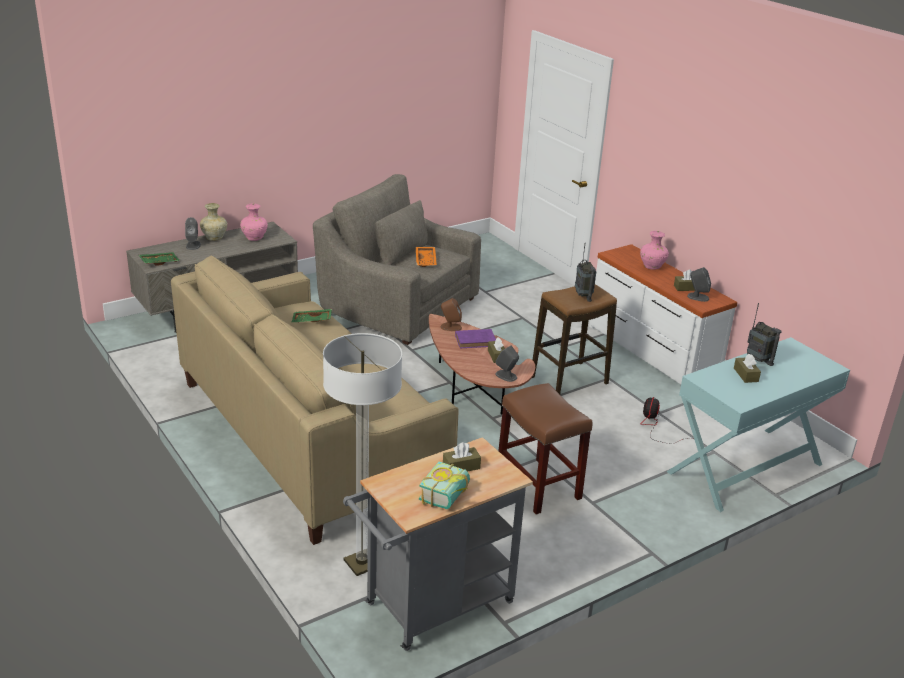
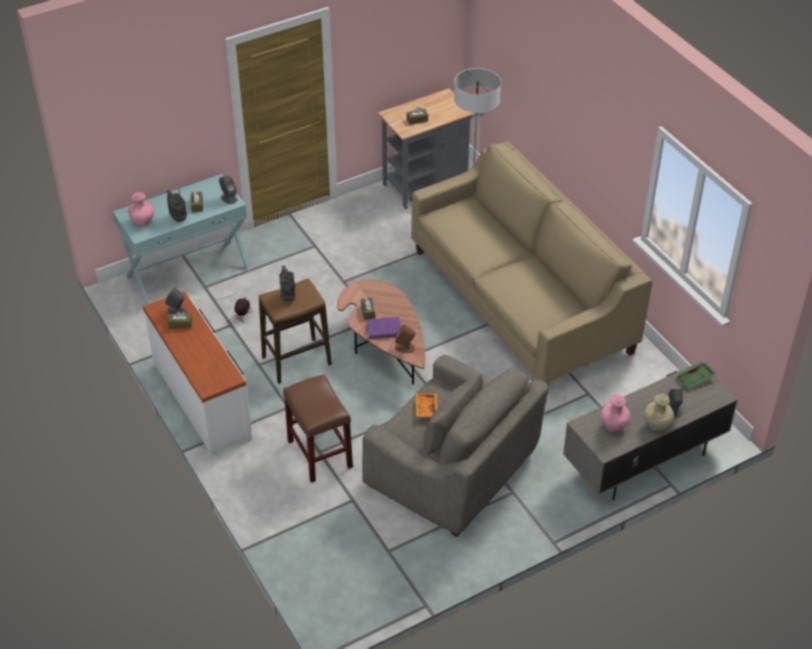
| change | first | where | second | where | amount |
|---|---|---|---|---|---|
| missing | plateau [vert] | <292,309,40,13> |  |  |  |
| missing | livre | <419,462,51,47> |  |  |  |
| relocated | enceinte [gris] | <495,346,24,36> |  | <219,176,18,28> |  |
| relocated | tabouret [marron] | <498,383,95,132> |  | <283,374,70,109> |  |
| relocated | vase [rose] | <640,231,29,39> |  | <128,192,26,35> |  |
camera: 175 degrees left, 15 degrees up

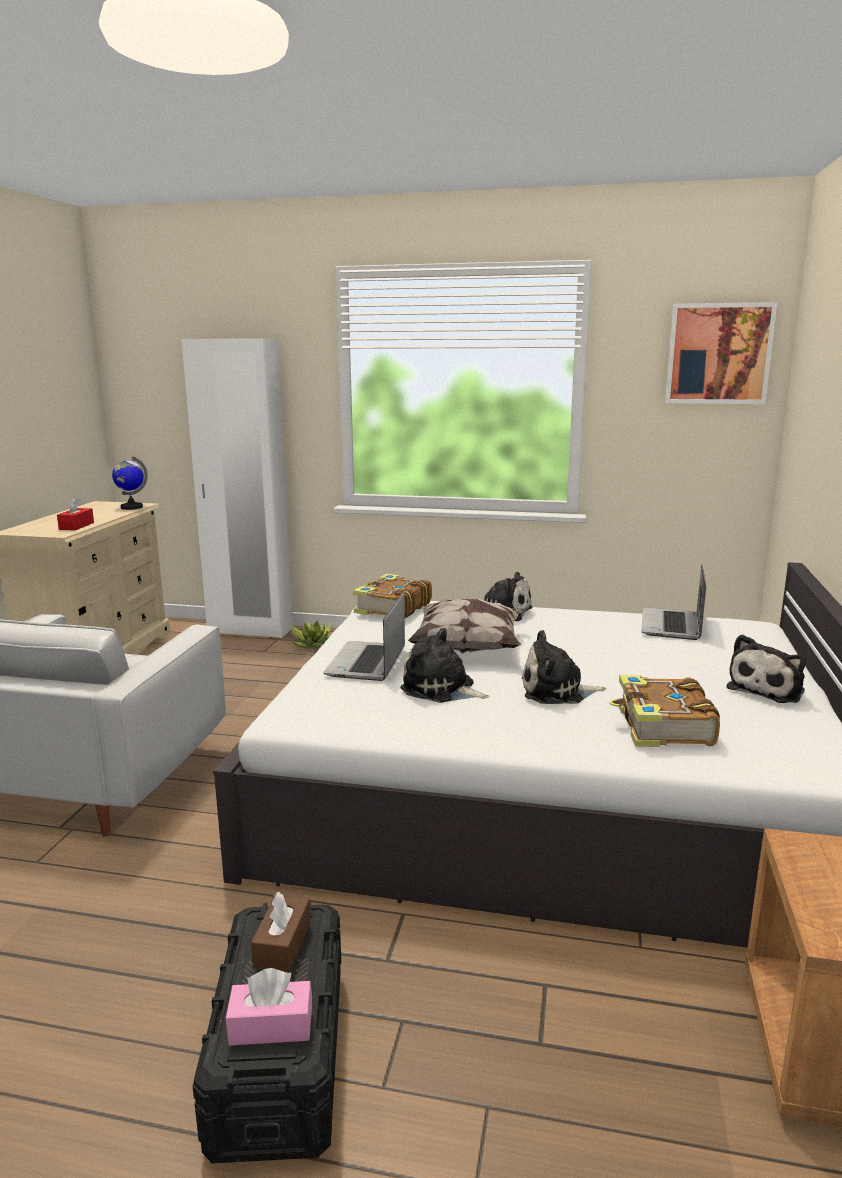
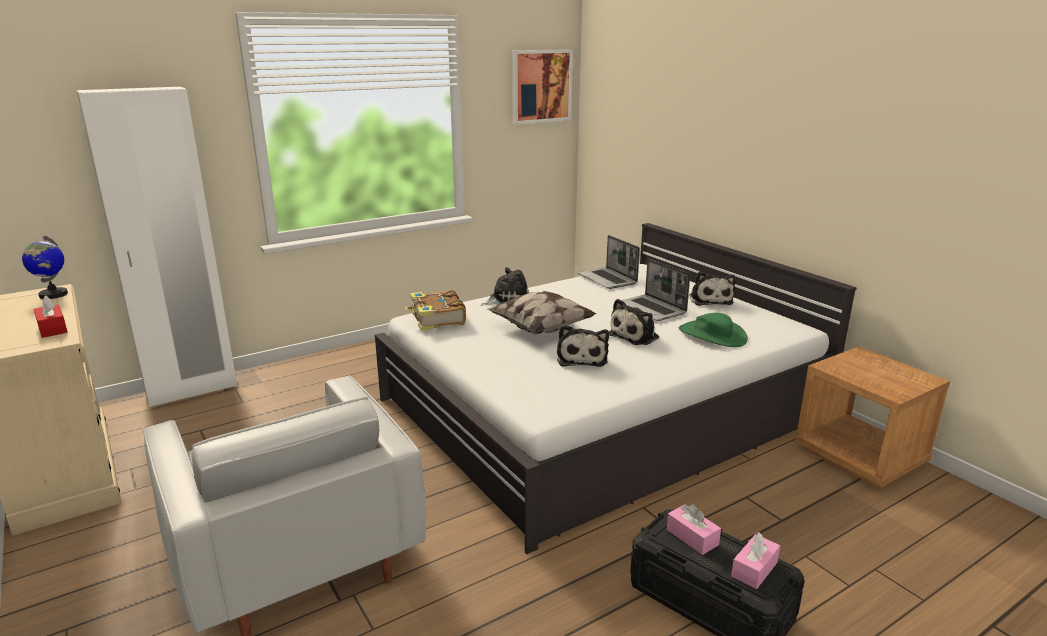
| change | first | where | second | where | amount |
|---|---|---|---|---|---|
| missing | plante en pot | <290,620,42,28> |  |  |  |
| relocated | ordinateur portable | <323,592,82,89> |  | <621,259,69,62> |  |
| exchanged | livre | <610,675,110,72> | chapeau [vert] | <679,313,69,34> |  |
| colour | boîte à mouchoirs [marron] | <251,892,59,81> | boîte à mouchoirs [rose] | <667,504,54,51> |  |
| spun | peluche | <400,628,89,75> |  | <557,325,52,42> | 75 degrees counterclockwise |
camera: 45 degrees left, 5 degrees up

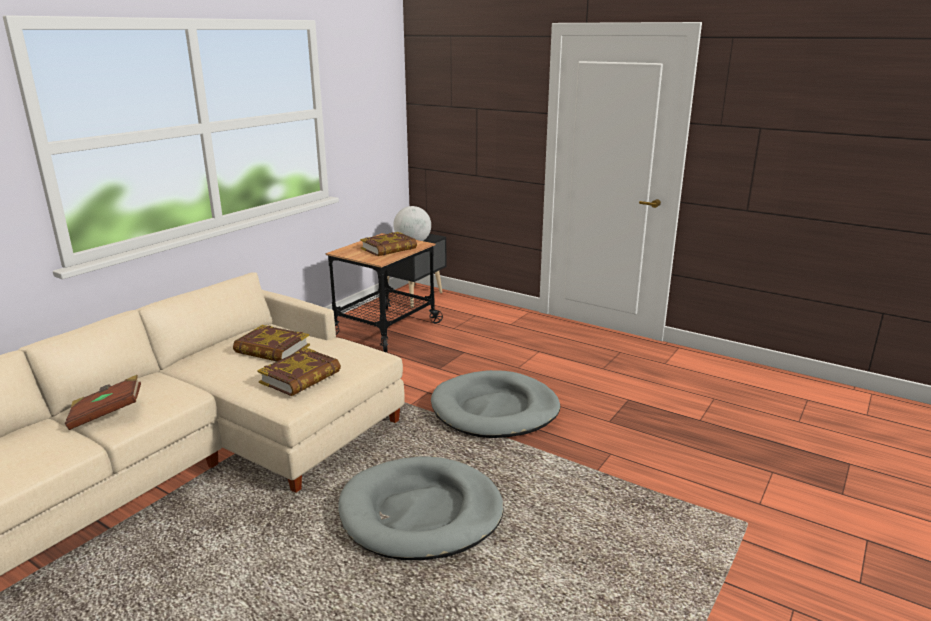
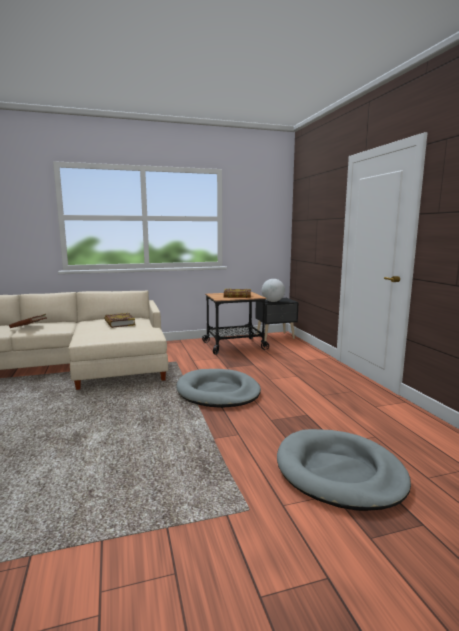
| change | first | where | second | where | amount |
|---|---|---|---|---|---|
| missing | livre | <257,348,84,48> |  |  |  |
| relocated | panier pour chien [gris] | <338,456,166,104> |  | <277,429,134,82> |  |
camera: 40 degrees right, 10 degrees down

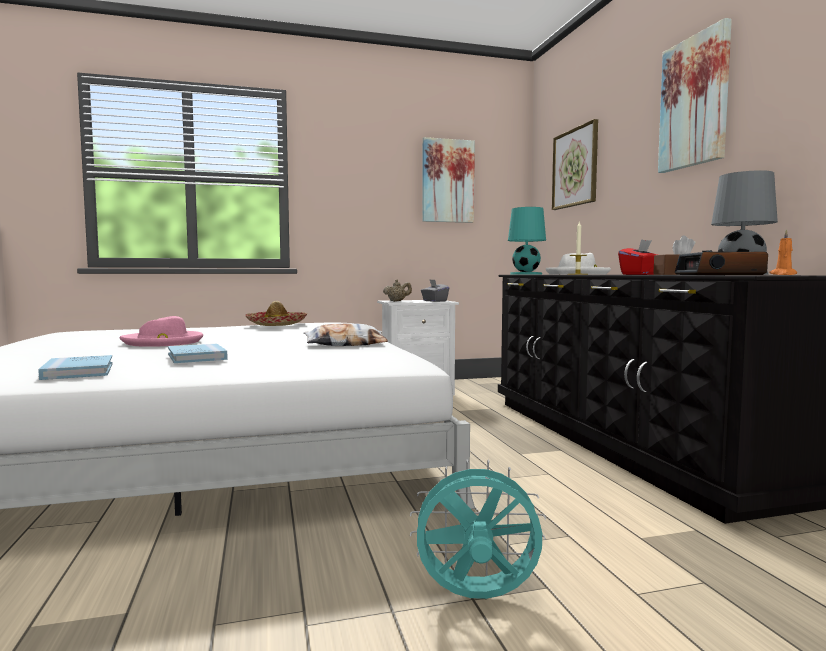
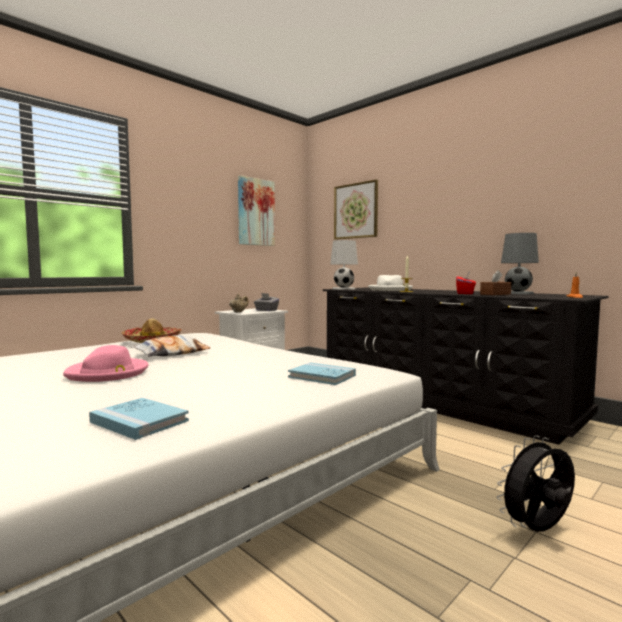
| change | first | where | second | where | amount |
|---|---|---|---|---|---|
| missing | tableau | <658,18,74,155> |  |  |  |
| missing | réveil | <675,250,93,25> |  |  |  |
| relocated | livre [bleu] | <168,344,60,19> |  | <288,363,68,22> |  |
| relocated | coussin | <304,323,84,23> |  | <131,335,79,22> |  |
| colour | ventilateur [turquoise] | <410,459,136,140> | ventilateur [noir] | <497,435,78,97> |  |
| colour | lampe de table [turquoise] | <508,207,38,67> | lampe de table [blanc] | <330,240,28,50> |  |
camera: 30 degrees left, 0 degrees up

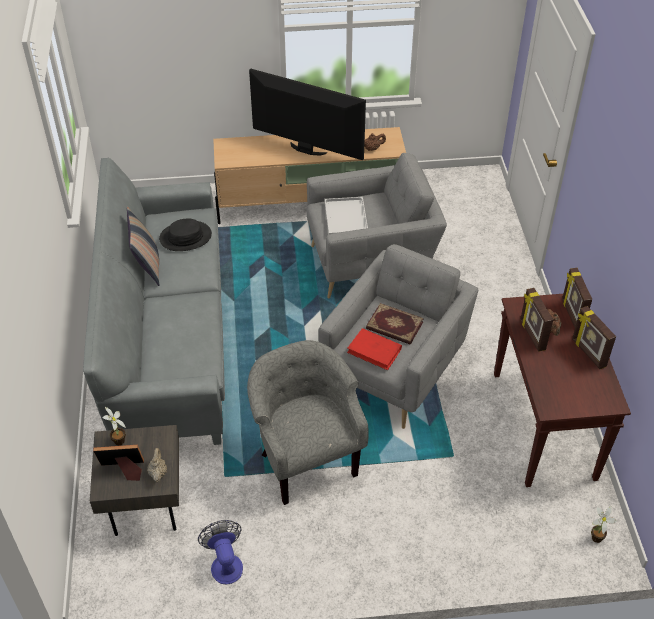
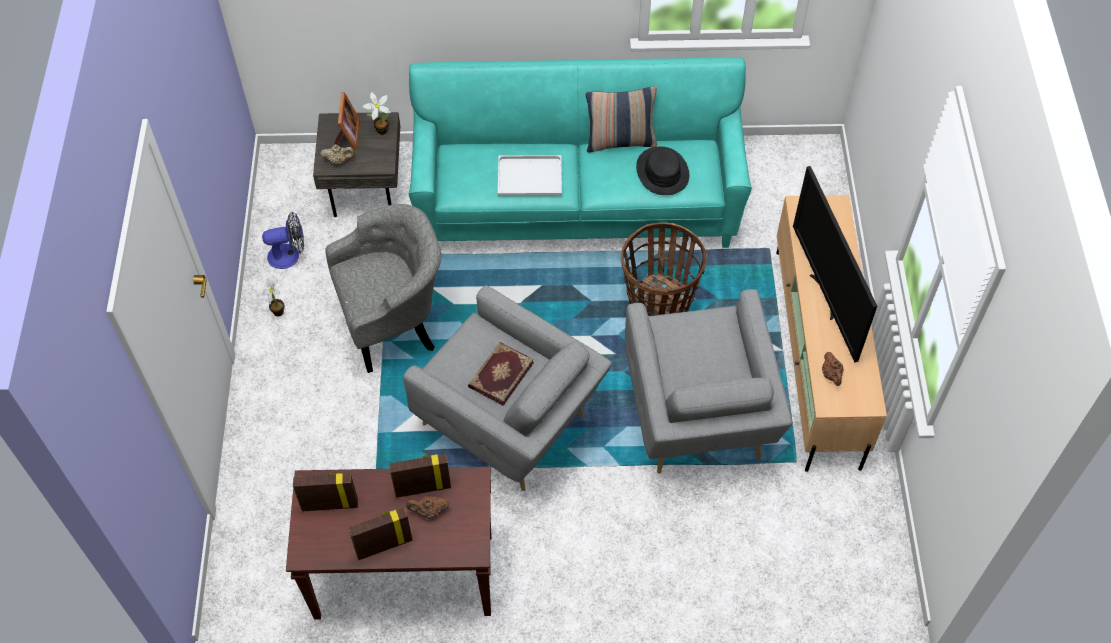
| change | first | where | second | where | amount |
|---|---|---|---|---|---|
| missing | livre [rouge] | <347,328,55,43> |  |  |  |
| appeared |  |  | panier | <621,222,86,94> |  |
| relocated | plateau [blanc] | <325,197,43,37> |  | <498,155,64,41> |  |
| relocated | cadre photo | <562,268,30,59> |  | <293,472,65,39> |  |
| relocated | plante en pot | <591,506,26,37> |  | <262,278,23,38> |  |
| colour | canapé [gris] | <83,158,142,287> | canapé [turquoise] | <409,57,343,191> |  |
| spun | téléviseur | <249,68,117,92> |  | <793,166,84,196> | 135 degrees clockwise |
camera: 95 degrees right, 10 degrees up

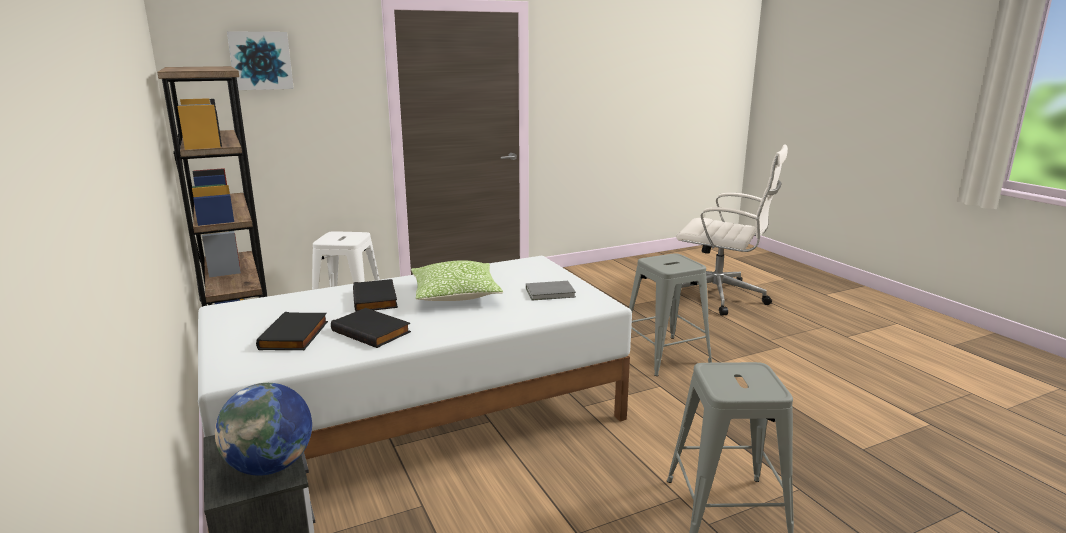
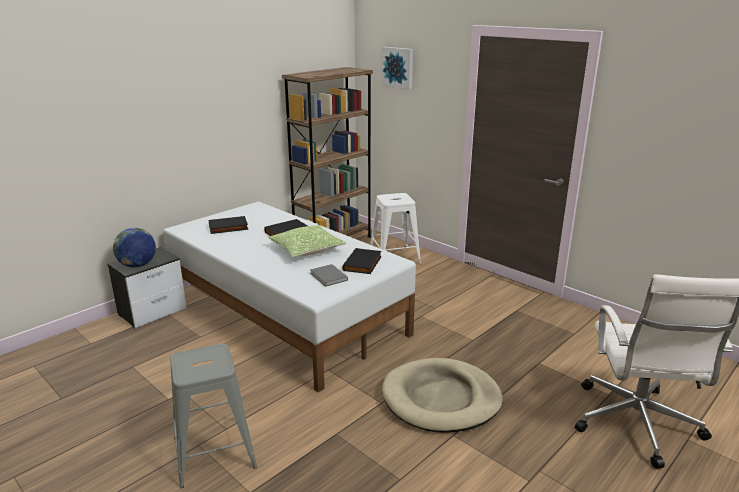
| change | first | where | second | where | amount |
|---|---|---|---|---|---|
| relocated | livre [noir] | <331,308,80,40> |  | <343,248,39,26> |  |
| exchanged | tabouret [gris] | <629,253,83,123> | panier pour chien [beige] | <382,358,121,75> |  |
camera: 70 degrees right, 5 degrees up

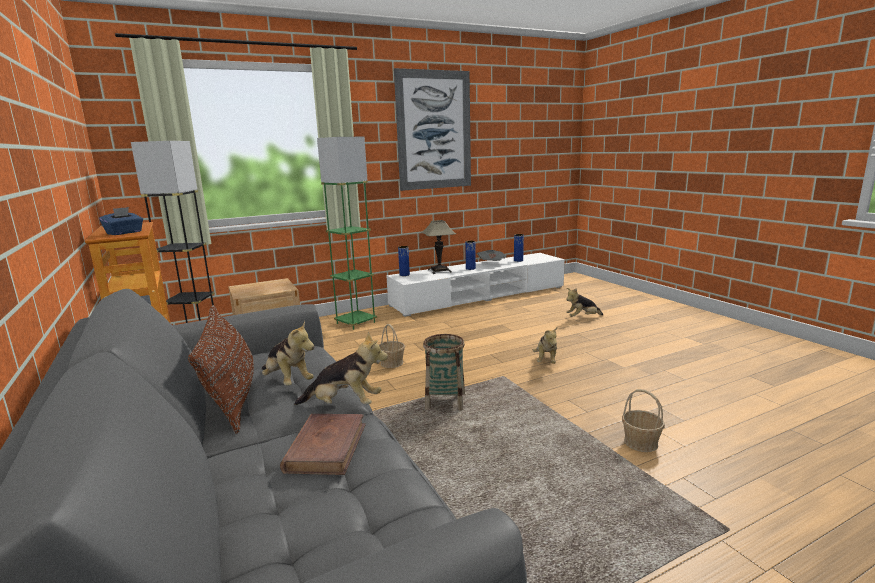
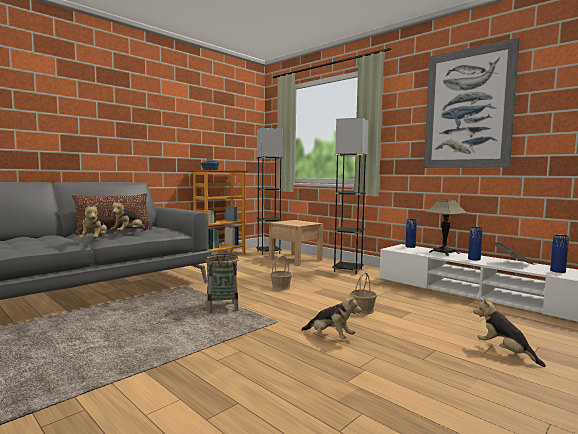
| change | first | where | second | where | amount |
|---|---|---|---|---|---|
| missing | livre [marron] | <280,414,86,61> |  |  |  |
| relocated | panier | <622,389,43,63> |  | <350,272,27,42> |  |
| colour | lampadaire [vert] | <317,137,60,193> | lampadaire [gris] | <332,118,37,156> |  |
| spun | peluche | <533,327,25,37> |  | <301,292,60,47> | 135 degrees counterclockwise |
camera: 70 degrees right, 10 degrees down

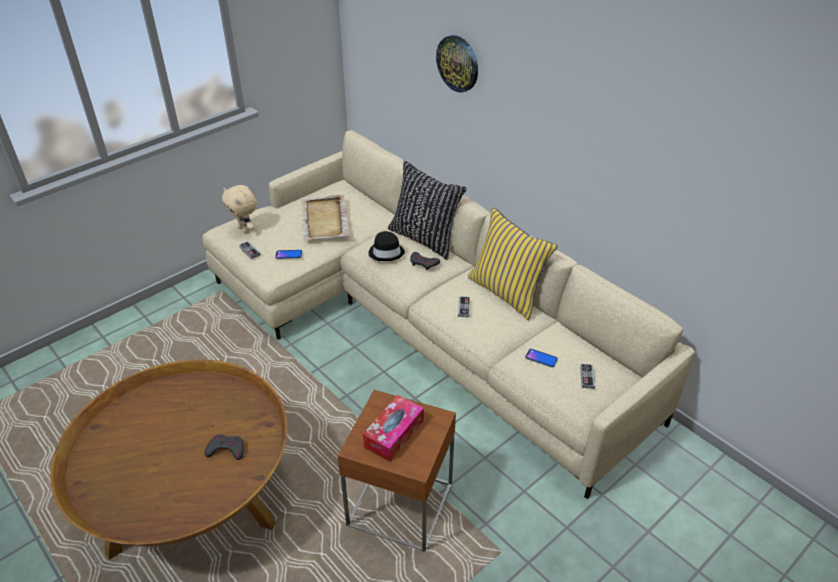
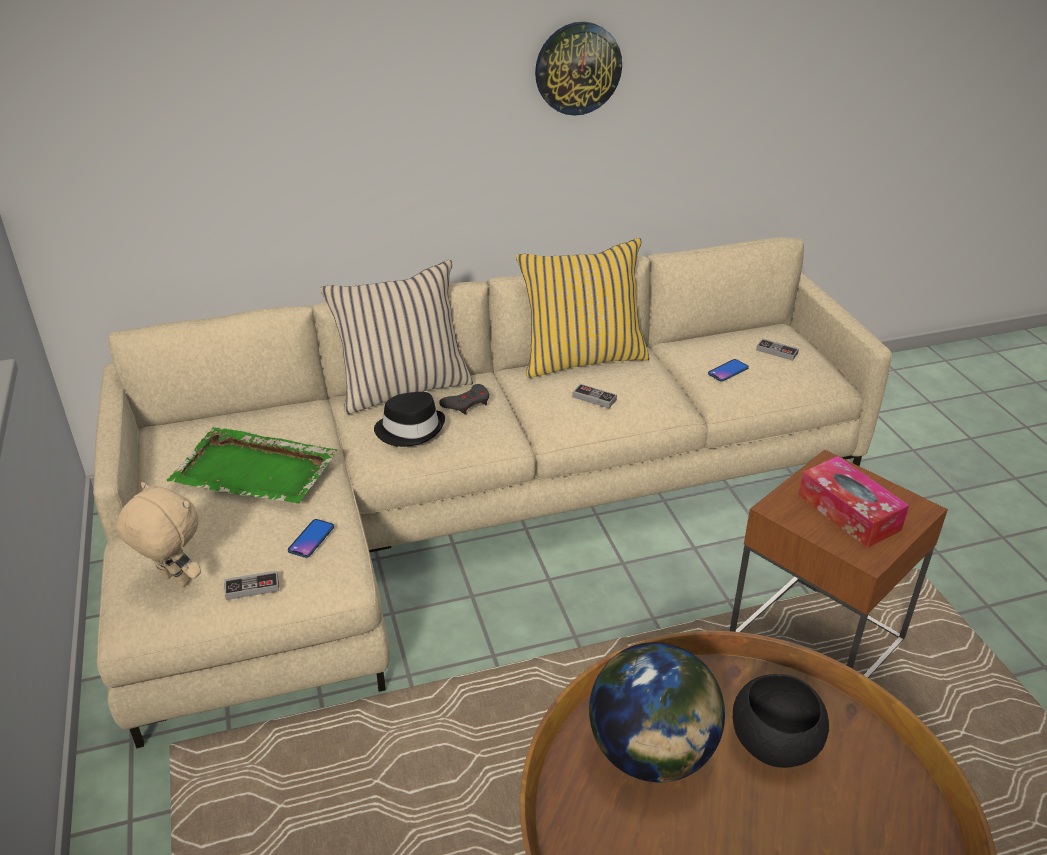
| change | first | where | second | where | amount |
|---|---|---|---|---|---|
| appeared |  |  | globe | <589,642,136,140> |  |
| relocated | horloge murale | <436,35,42,58> |  | <535,22,87,94> |  |
| exchanged | manette [gris] | <205,435,39,25> | bol [noir] | <733,674,96,94> |  |
| colour | plateau [beige] | <301,194,49,46> | plateau [vert] | <167,427,171,76> |  |
| colour | coussin [noir] | <388,161,79,99> | coussin [beige] | <320,260,153,154> |  |
| spun | peluche [beige] | <222,185,35,49> |  | <116,482,85,105> | 135 degrees counterclockwise |
camera: 65 degrees left, 5 degrees down

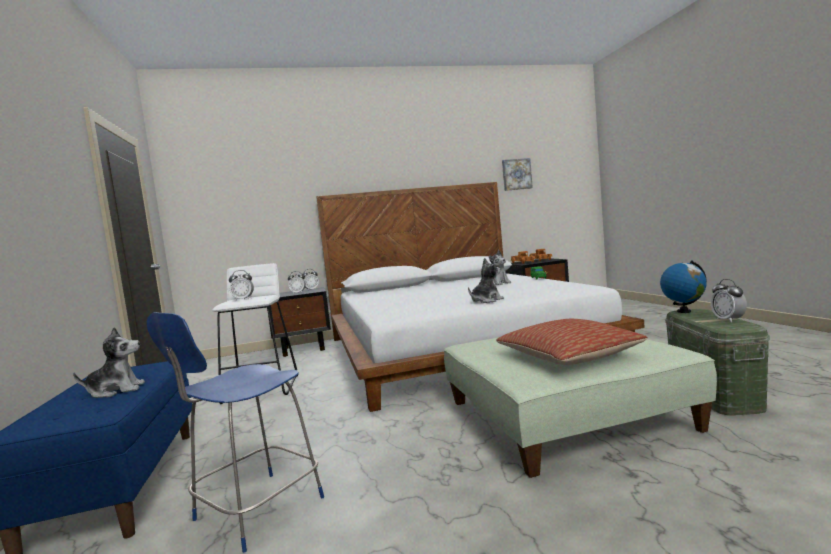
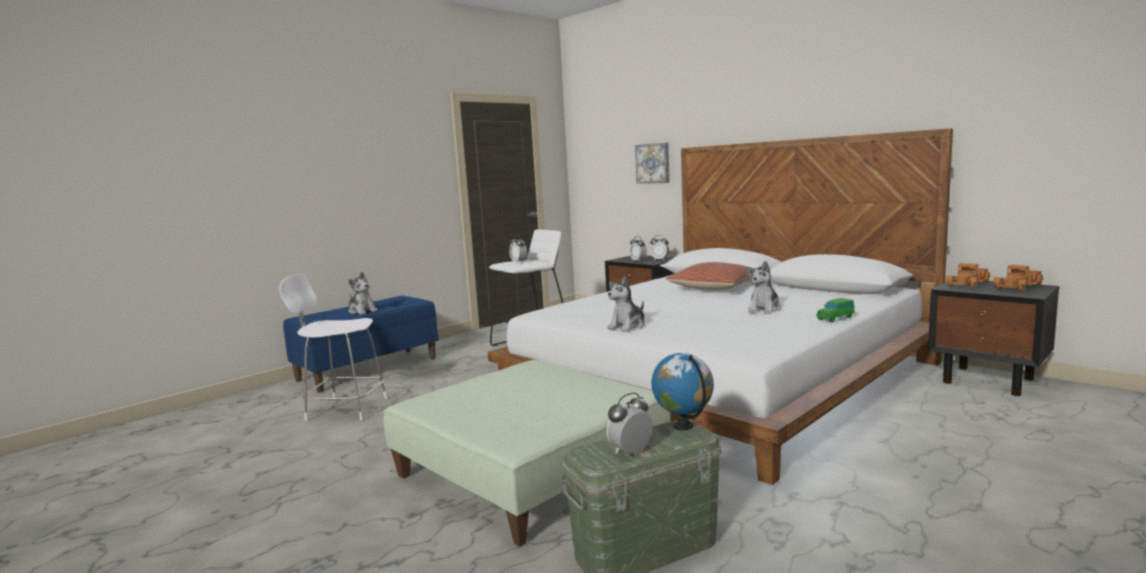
| change | first | where | second | where | amount |
|---|---|---|---|---|---|
| relocated | coussin | <496,319,151,46> |  | <666,262,85,28> |  |
| relocated | tableau | <502,158,31,33> |  | <635,143,35,41> |  |
| colour | chaise [bleu] | <147,312,177,241> | chaise [blanc] | <280,274,107,147> |  |
| spun | peluche | <468,258,36,45> |  | <607,276,38,56> | 105 degrees clockwise |
camera: 60 degrees right, 5 degrees up

